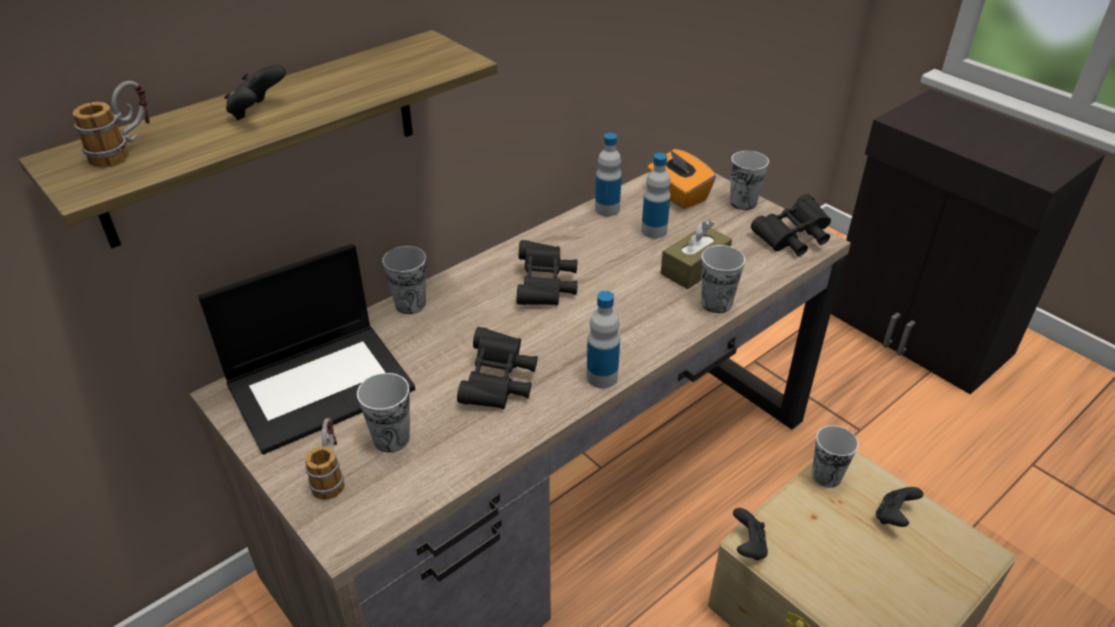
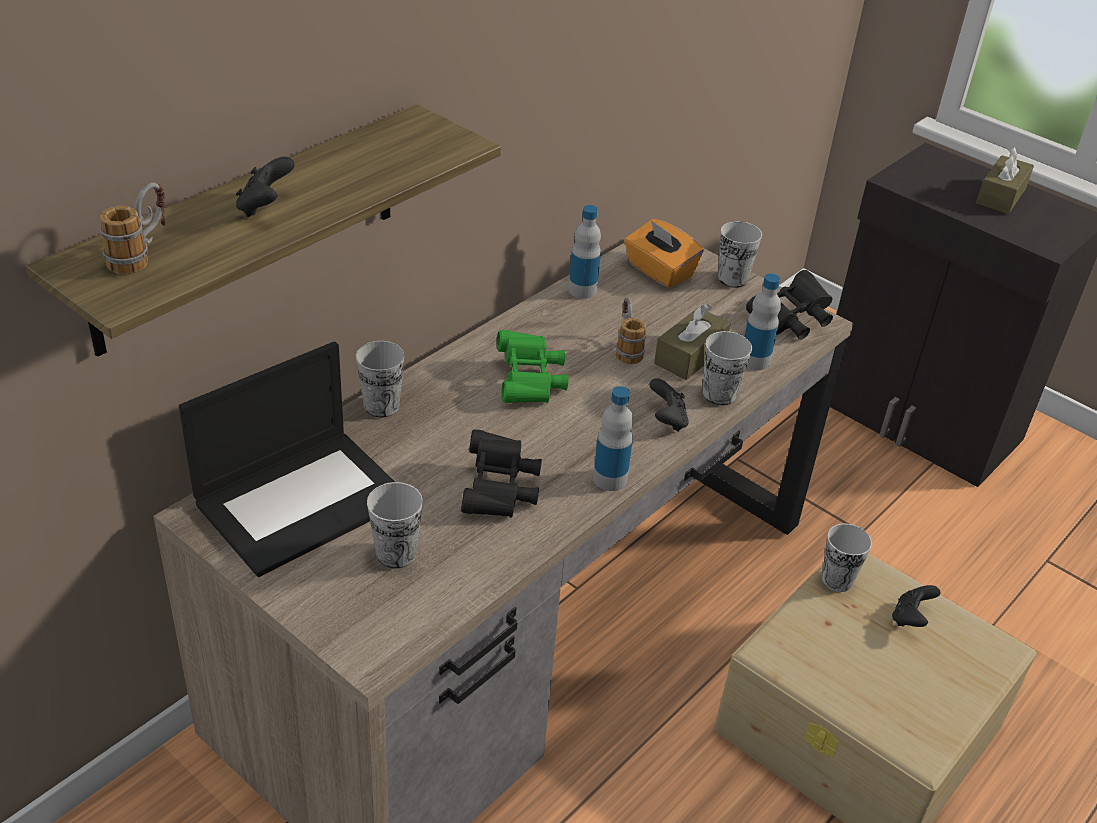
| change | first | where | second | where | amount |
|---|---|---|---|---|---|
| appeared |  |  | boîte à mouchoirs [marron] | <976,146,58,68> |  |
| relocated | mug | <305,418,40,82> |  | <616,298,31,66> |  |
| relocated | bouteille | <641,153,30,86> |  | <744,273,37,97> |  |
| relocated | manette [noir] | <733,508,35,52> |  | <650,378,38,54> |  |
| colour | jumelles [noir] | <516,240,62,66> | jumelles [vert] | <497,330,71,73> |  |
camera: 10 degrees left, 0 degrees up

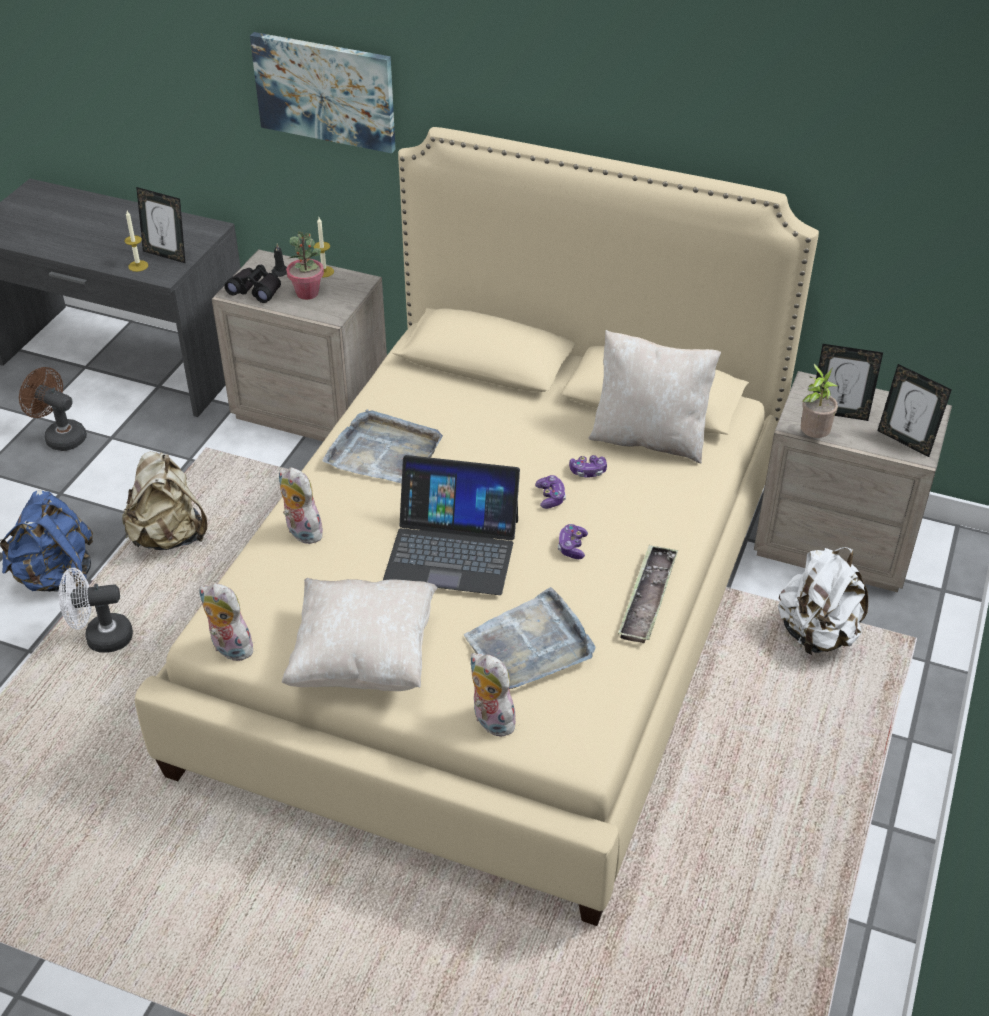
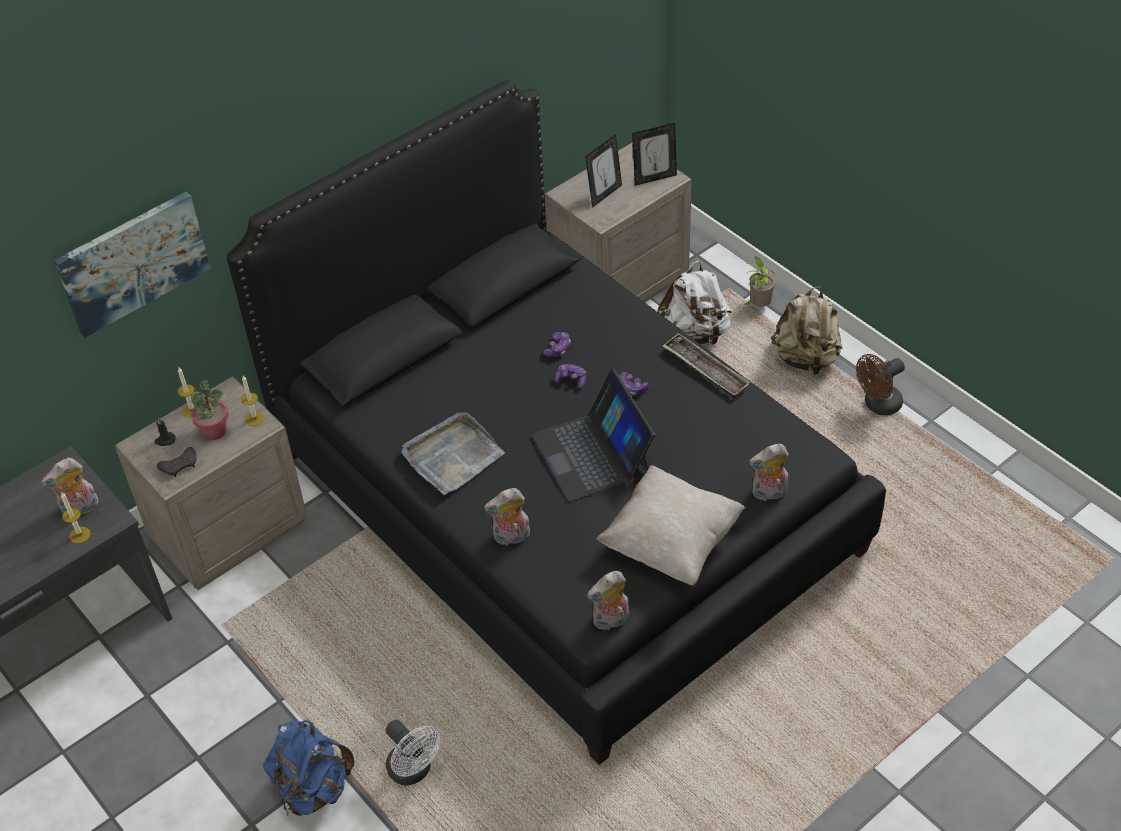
| change | first | where | second | where | amount |
|---|---|---|---|---|---|
| missing | plateau [gris] | <464,587,131,102> |  |  |  |
| missing | coussin [beige] | <589,330,132,133> |  |  |  |
| appeared |  |  | bougie | <241,376,24,50> |  |
| relocated | ventilateur [marron] | <19,367,68,84> |  | <856,354,49,61> |  |
| relocated | sac à dos [beige] | <122,451,85,99> |  | <771,287,72,88> |  |
| relocated | plante en pot | <801,364,37,74> |  | <745,256,30,51> |  |
| exchanged | cadre photo | <136,187,49,76> | peluche | <41,458,57,56> |  |
| exchanged | jumelles [noir] | <224,265,57,38> | manette [gris] | <157,447,40,30> |  |
| colour | lit [beige] | <135,127,684,799> | lit [noir] | <227,80,659,685> |  |
| spun | ventilateur [blanc] | <59,568,74,85> |  | <386,720,55,65> | 60 degrees counterclockwise |
| spun | ordinateur portable | <383,455,137,140> |  | <532,369,123,133> | 120 degrees clockwise |
camera: 60 degrees left, 5 degrees up

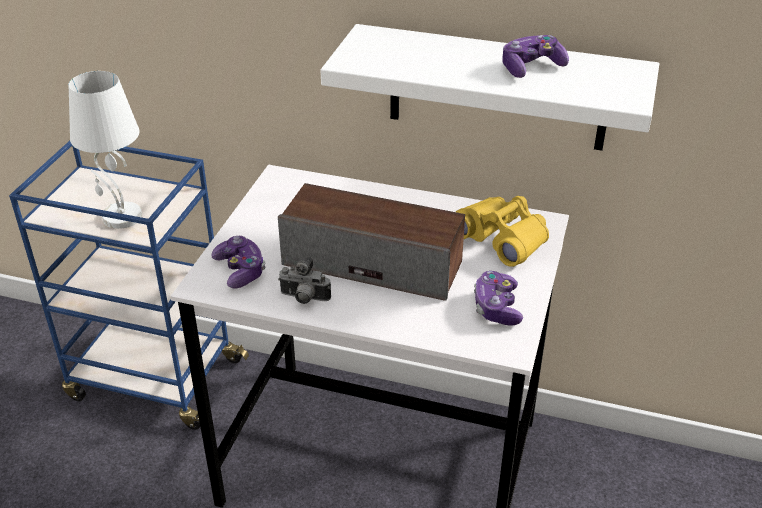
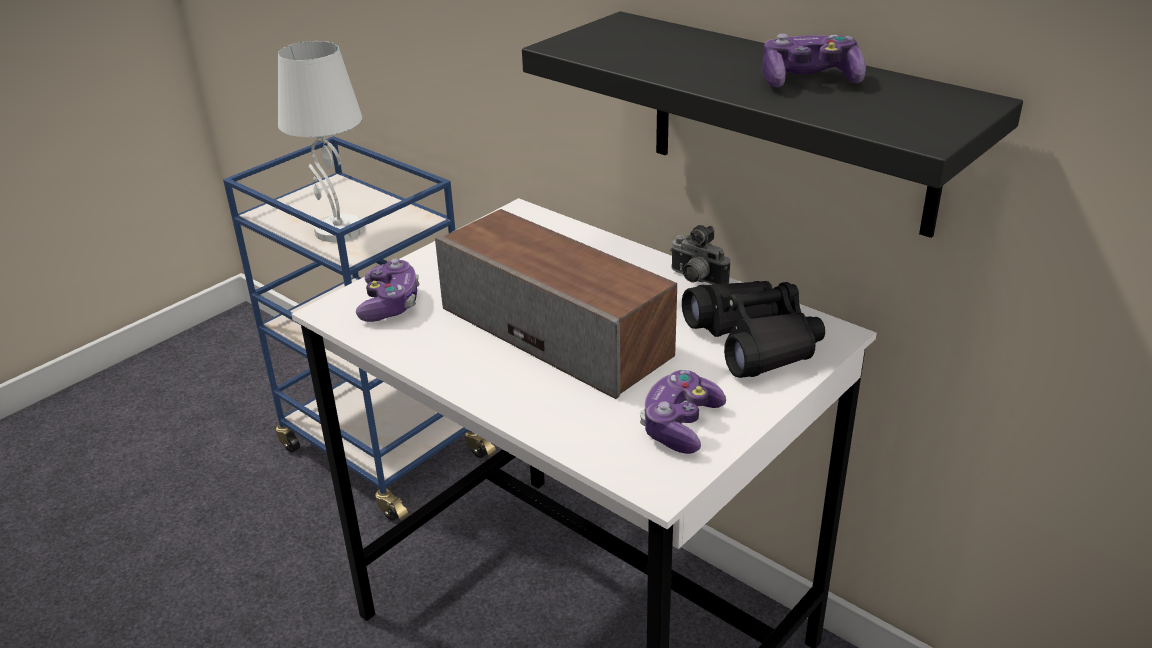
| change | first | where | second | where | amount |
|---|---|---|---|---|---|
| relocated | appareil photo | <278,257,53,47> |  | <670,225,60,60> |  |
| colour | étagère [blanc] | <321,24,338,127> | étagère [noir] | <522,11,501,227> |  |
| colour | jumelles [jaune] | <456,196,93,71> | jumelles [noir] | <682,281,143,97> |  |
camera: 25 degrees right, 5 degrees down

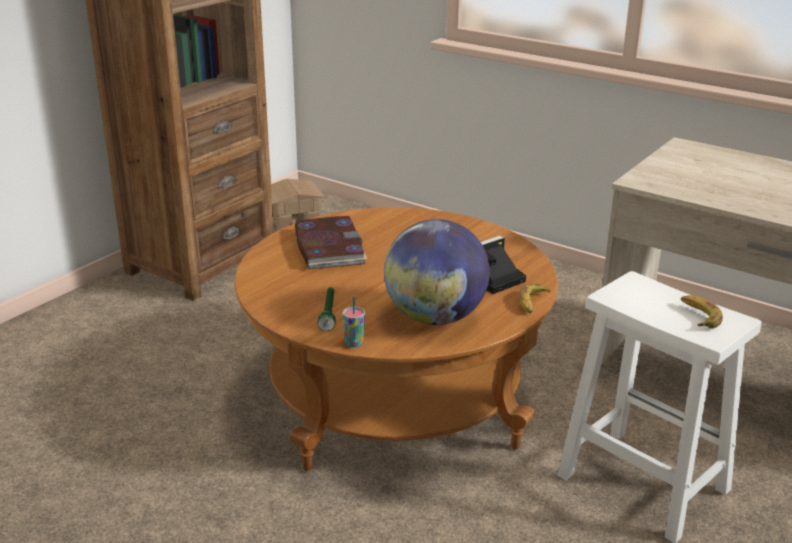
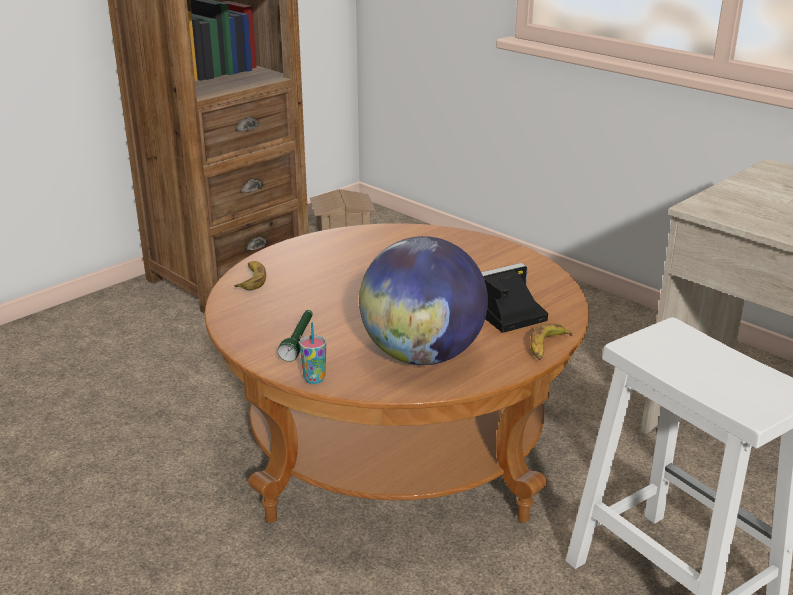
| change | first | where | second | where | amount |
|---|---|---|---|---|---|
| missing | livre | <295,216,72,53> |  |  |  |
| relocated | banane | <681,295,42,33> |  | <234,261,32,29> |  |
camera: 10 degrees right, 0 degrees up

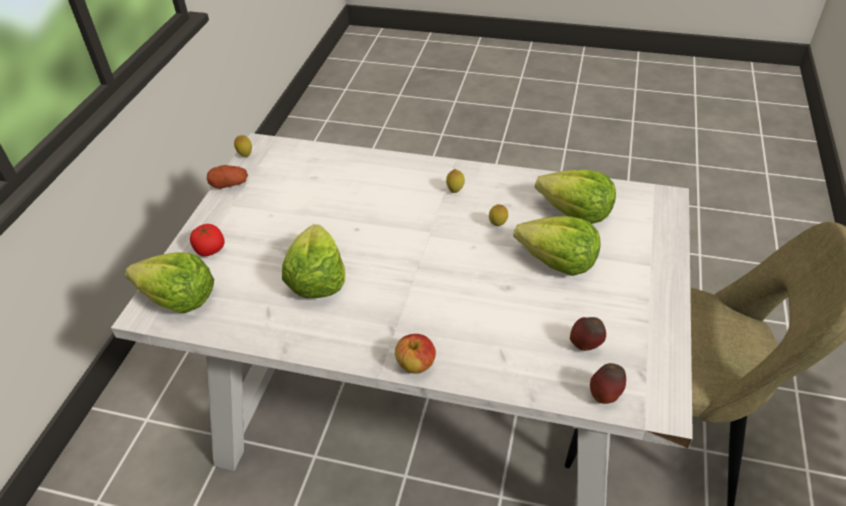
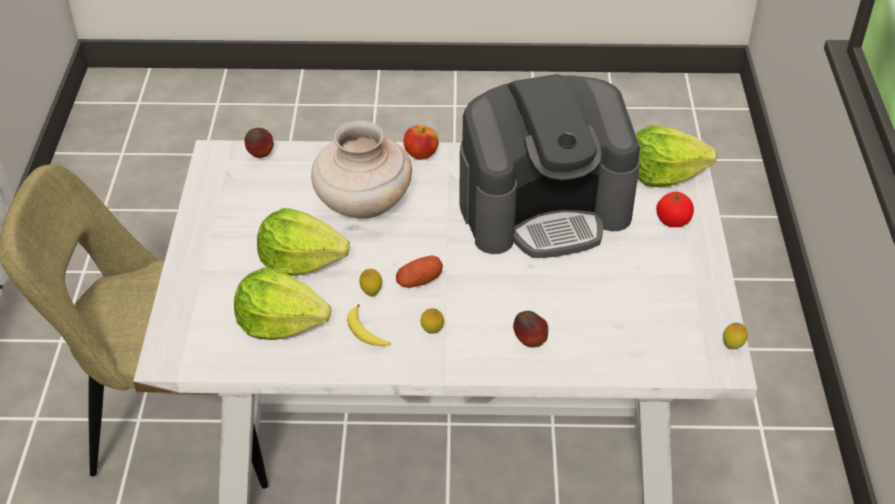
| change | first | where | second | where | amount |
|---|---|---|---|---|---|
| appeared |  |  | vase [beige] | <311,121,101,98> |  |
| appeared |  |  | banane | <347,304,44,42> |  |
| relocated | pomme de terre | <207,165,41,24> |  | <396,255,47,33> |  |
| relocated | pomme | <570,317,36,34> |  | <513,311,35,36> |  |
| exchanged | laitue | <282,224,63,74> | machine à café | <459,74,181,184> |  |
camera: 165 degrees right, 0 degrees up

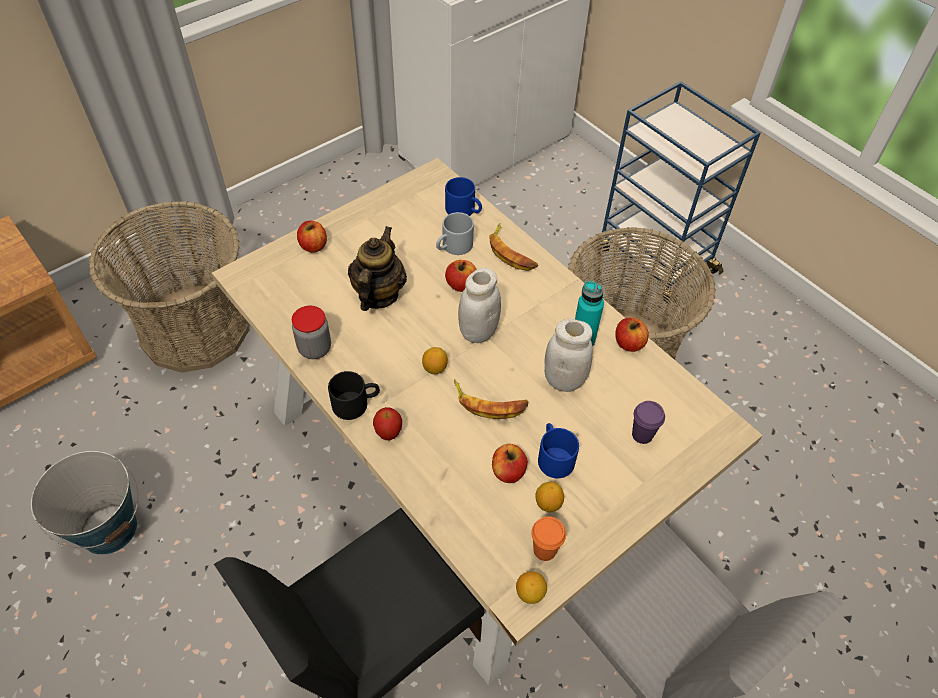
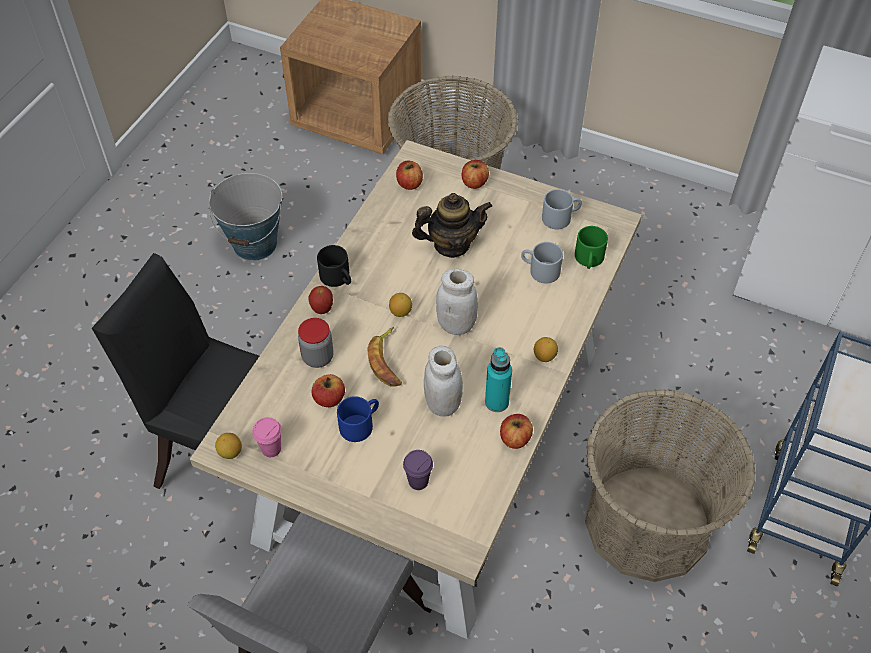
| change | first | where | second | where | amount |
|---|---|---|---|---|---|
| missing | banane | <489,223,49,48> |  |  |  |
| appeared |  |  | mug [gris] | <542,189,40,40> |  |
| relocated | bocal | <292,306,39,53> |  | <298,318,36,50> |  |
| relocated | pomme | <445,260,32,32> |  | <396,161,27,29> |  |
| relocated | citron | <535,482,29,30> |  | <534,337,24,25> |  |
| colour | mug [bleu] | <445,177,37,39> | mug [vert] | <575,226,33,43> |  |
| colour | tasse [orange] | <531,516,35,45> | tasse [rose] | <252,417,30,40> |  |
camera: 65 degrees right, 0 degrees up

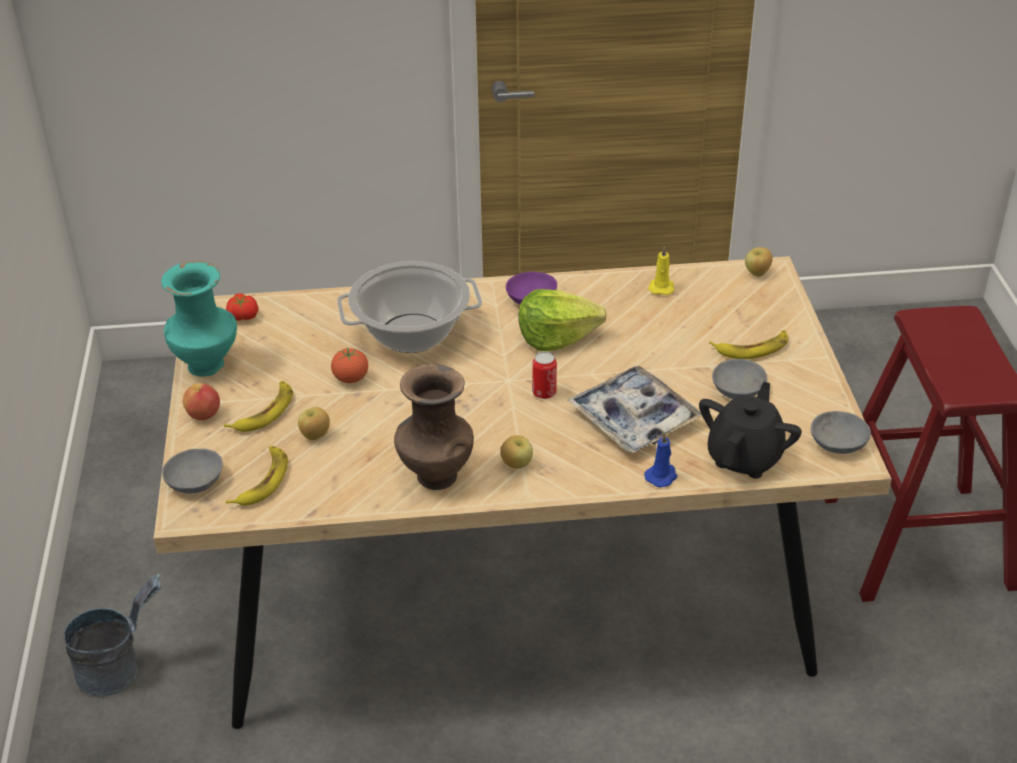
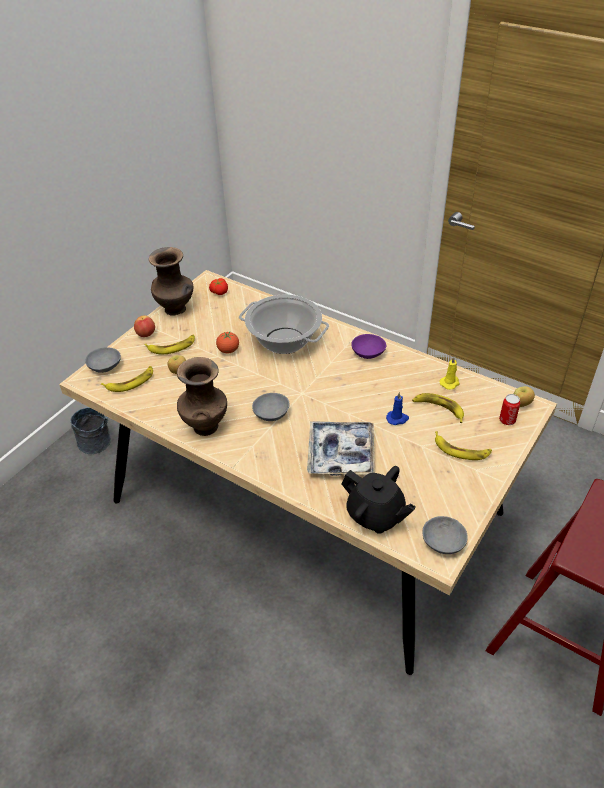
| change | first | where | second | where | amount |
|---|---|---|---|---|---|
| missing | pomme | <501,435,32,34> |  |  |  |
| missing | laitue | <518,289,89,62> |  |  |  |
| appeared |  |  | banane | <412,393,52,30> |  |
| relocated | boîte métallique | <532,351,25,48> |  | <499,394,21,31> |  |
| relocated | bougie [bleu] | <644,432,33,55> |  | <386,392,23,33> |  |
| relocated | bol [gris] | <712,359,55,40> |  | <252,393,38,28> |  |
| colour | vase [turquoise] | <161,261,76,116> | vase [marron] | <149,247,44,69> |  |
| spun | théière [noir] | <699,382,103,97> |  | <342,466,74,68> | 60 degrees clockwise |
camera: 40 degrees right, 5 degrees up

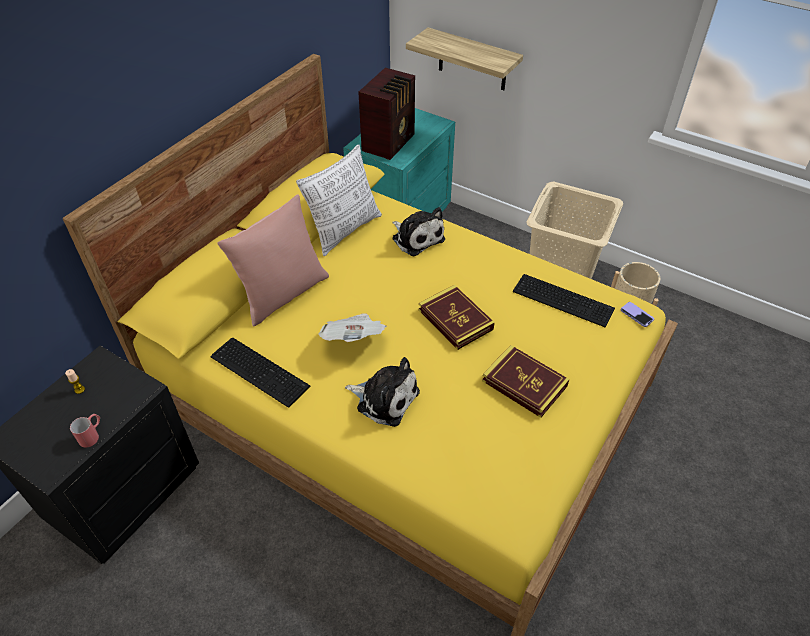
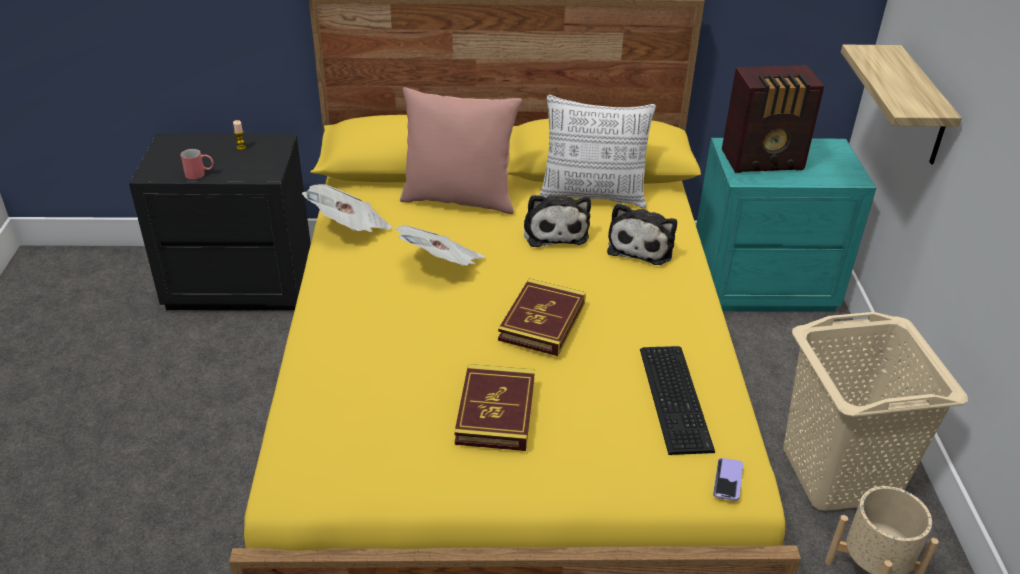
| change | first | where | second | where | amount |
|---|---|---|---|---|---|
| relocated | peluche | <345,357,75,70> |  | <524,195,67,52> |  |
| exchanged | clavier | <211,338,99,70> | journal | <302,184,91,48> |  |
camera: 55 degrees right, 10 degrees down

